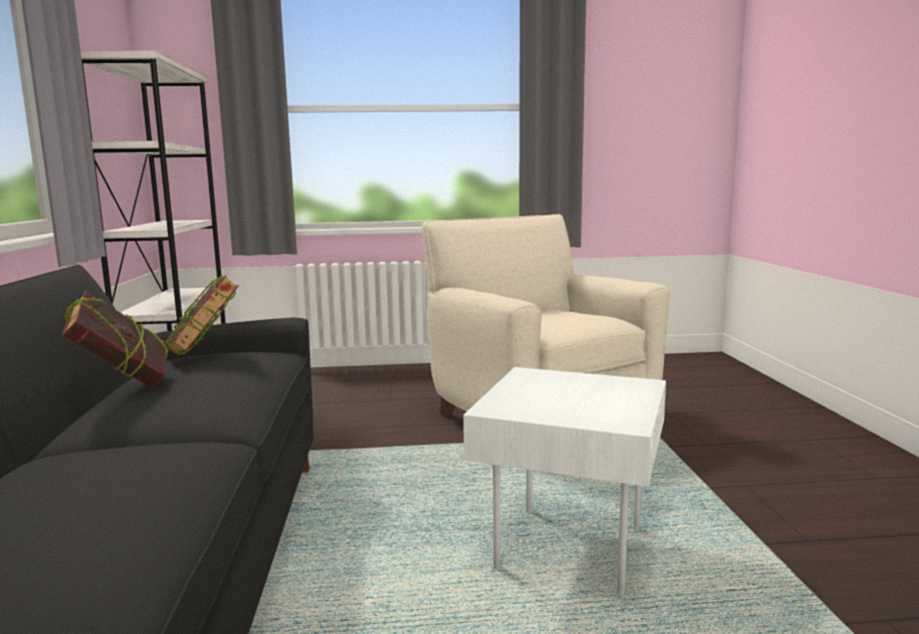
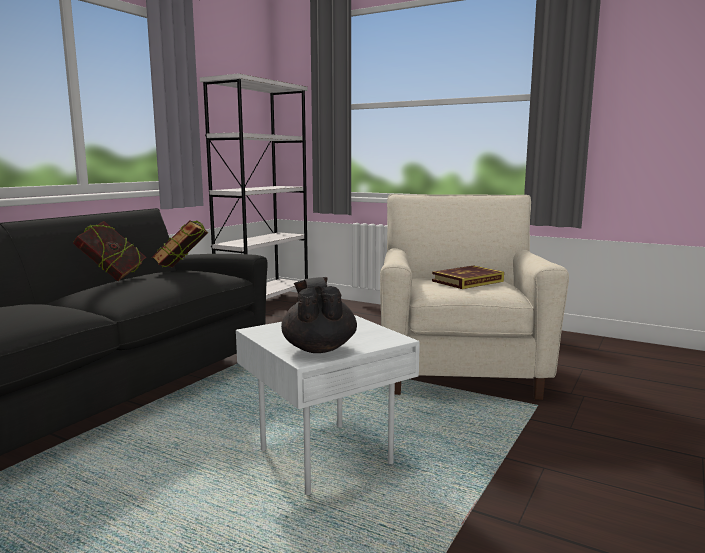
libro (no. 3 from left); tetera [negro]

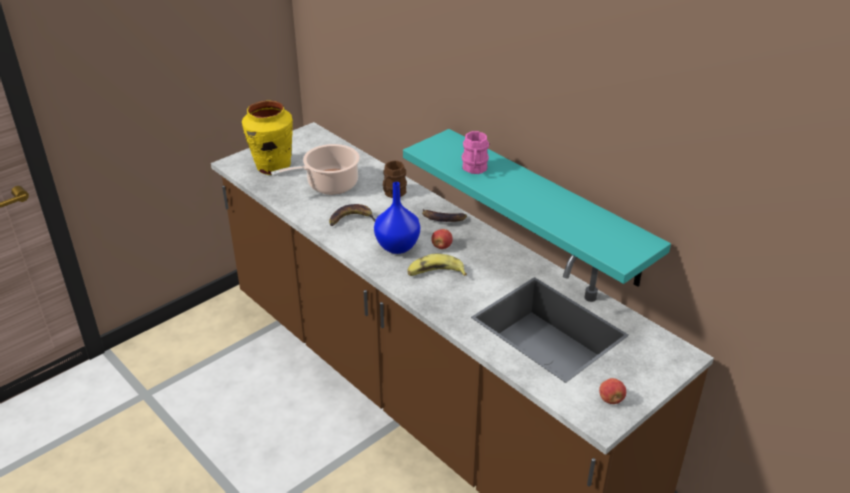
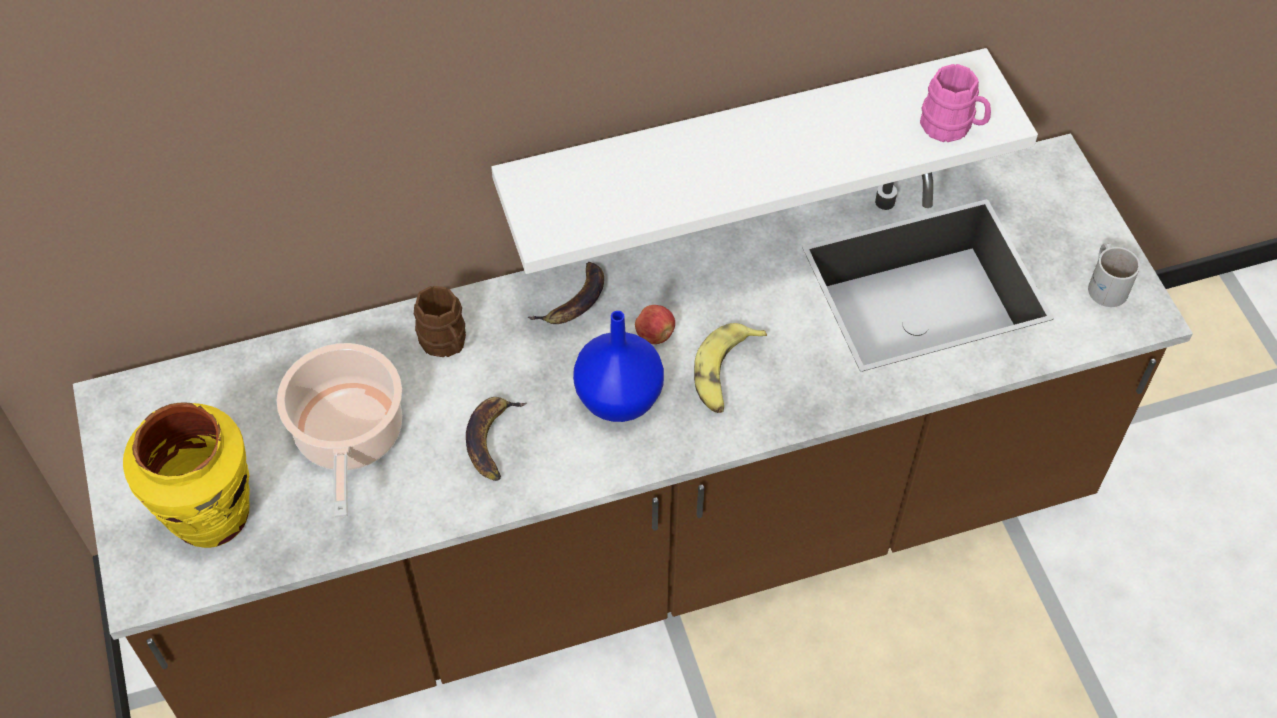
estante [blanco]; taza grande [rosa]; taza grande [blanco]

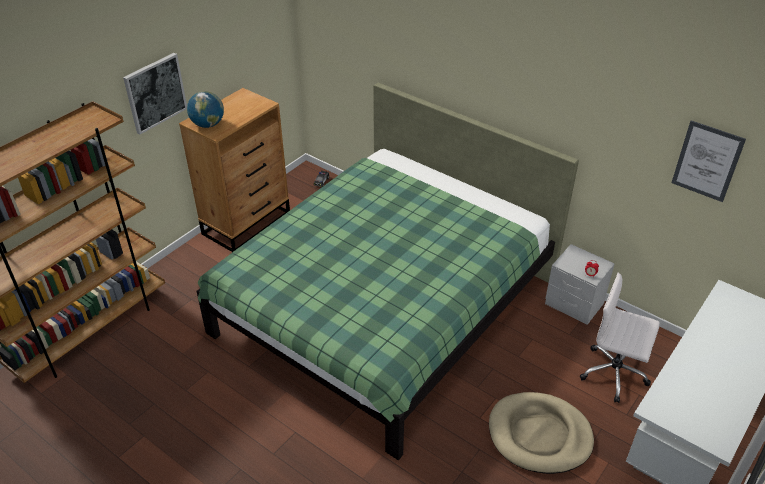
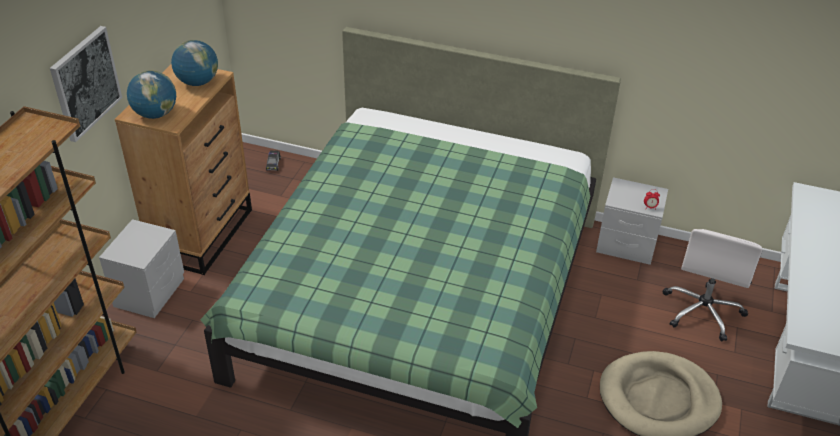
cuadro (no. 2 from left in the first image); silla de oficina [blanco]; globo terráqueo (no. 2 from left); mesita de noche [gris] (no. 1 from left)

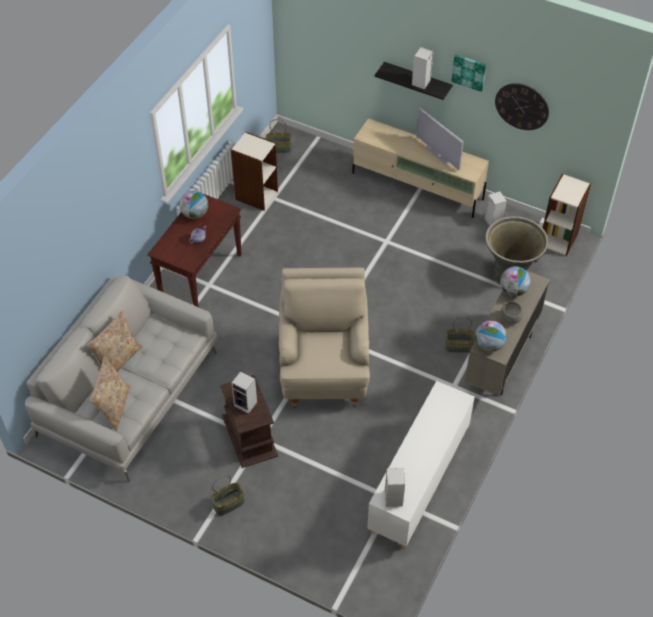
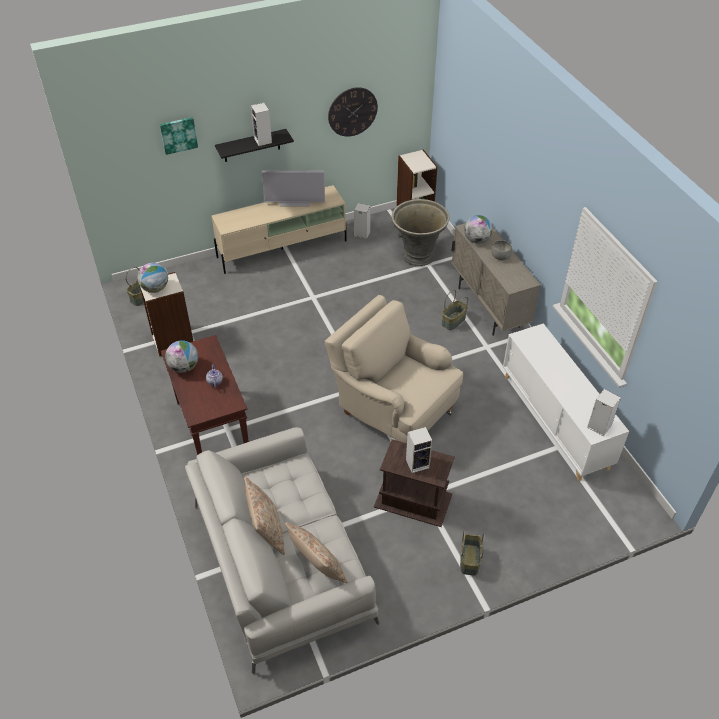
cuadro; globo terráqueo (no. 1 from left)

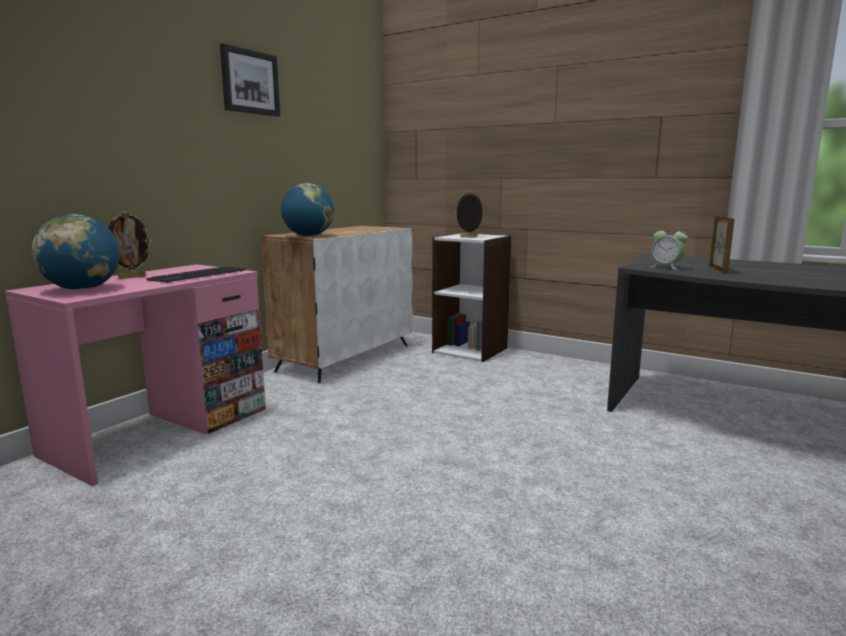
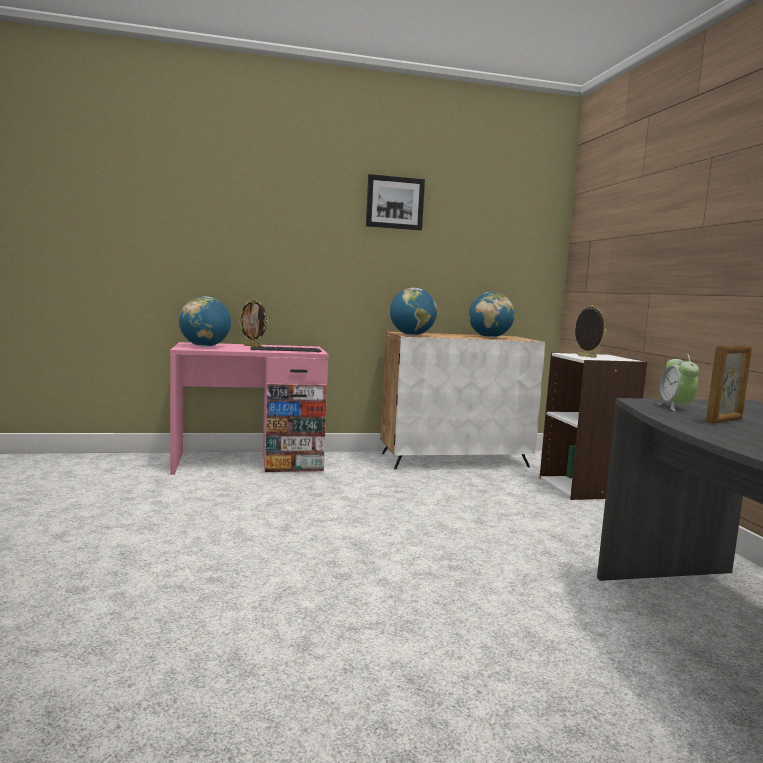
globo terráqueo (no. 3 from left)

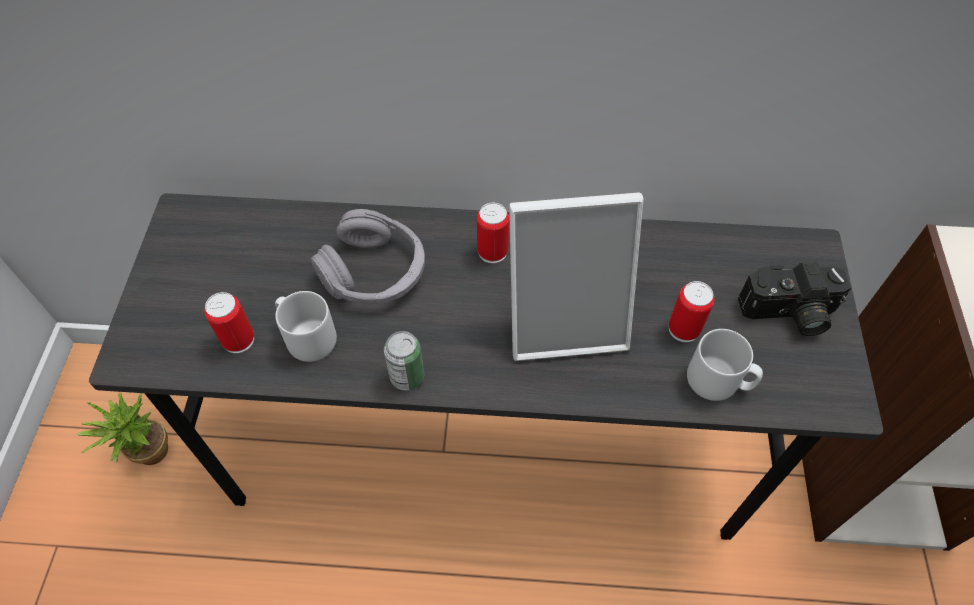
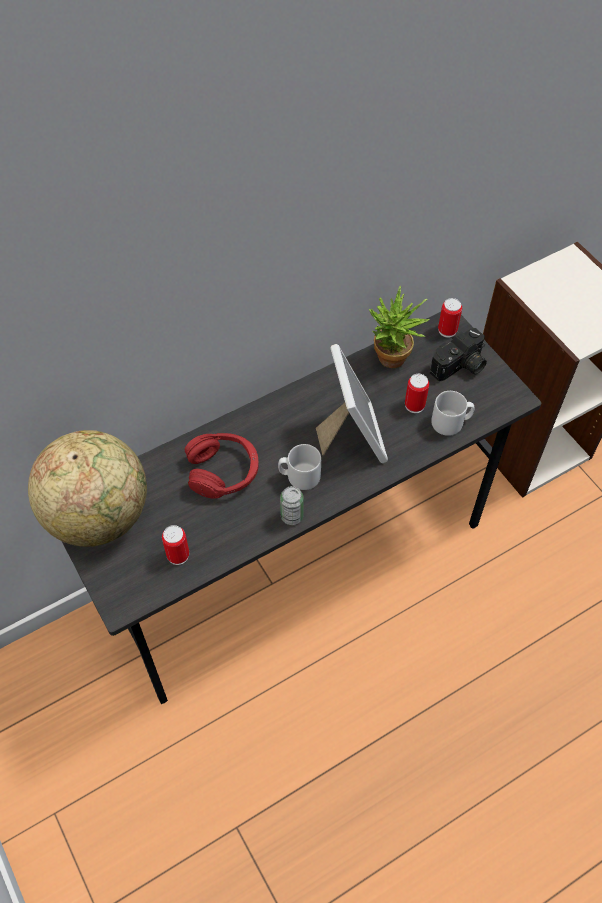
portarretratos; lata (no. 4 from left); auriculares [rojo]; taza grande [gris] (no. 1 from left); planta en maceta; globo terráqueo

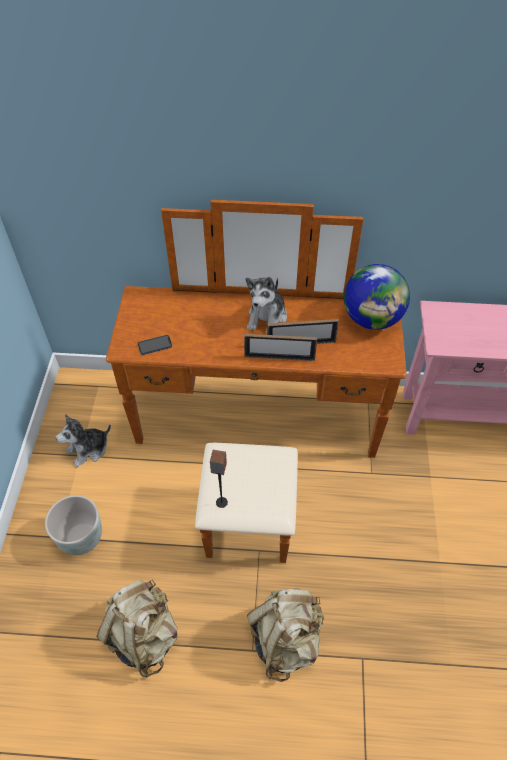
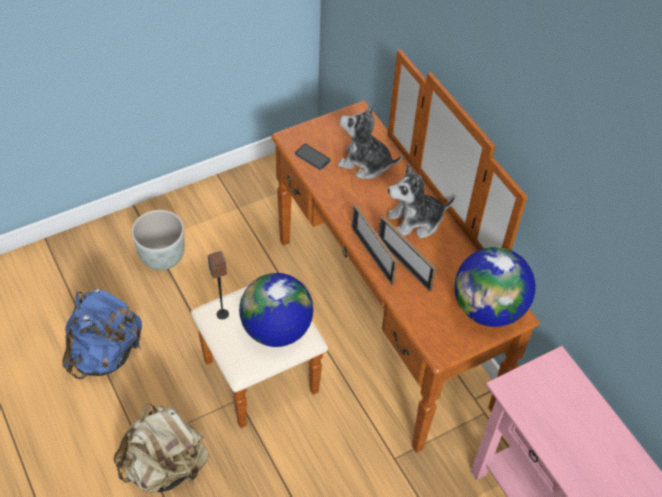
peluche (no. 1 from left); mochila [azul]; globo terráqueo (no. 1 from left)

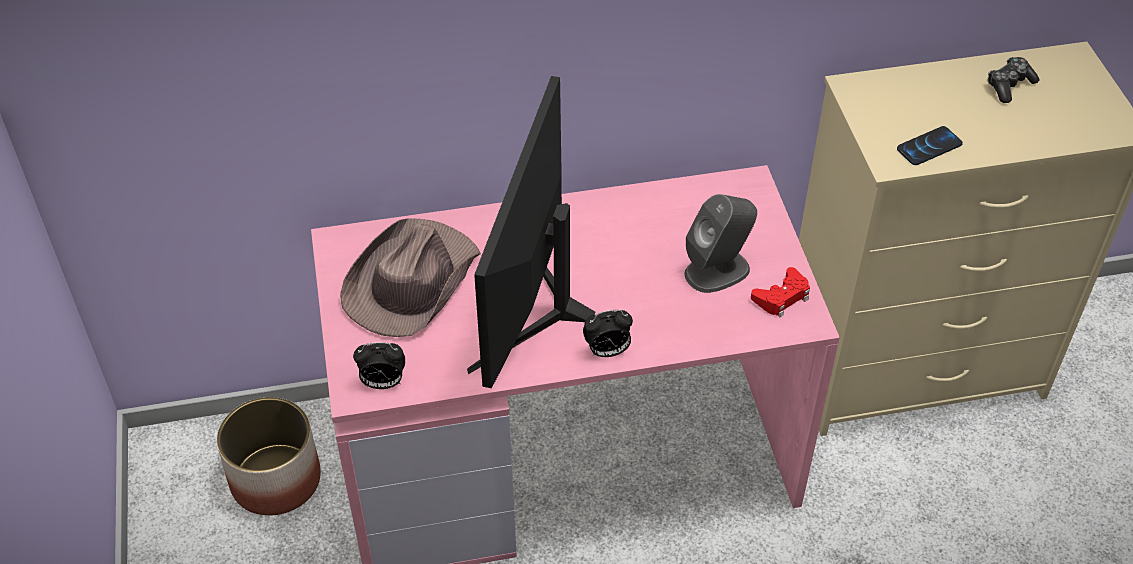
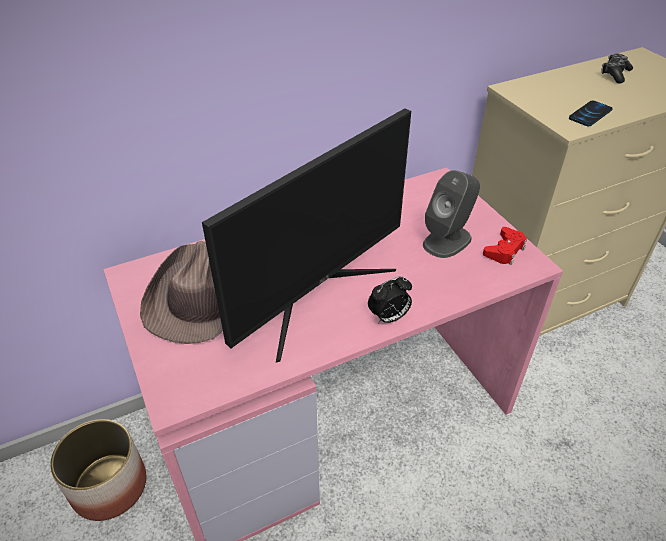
monitor; despertador (no. 1 from left in the first image)

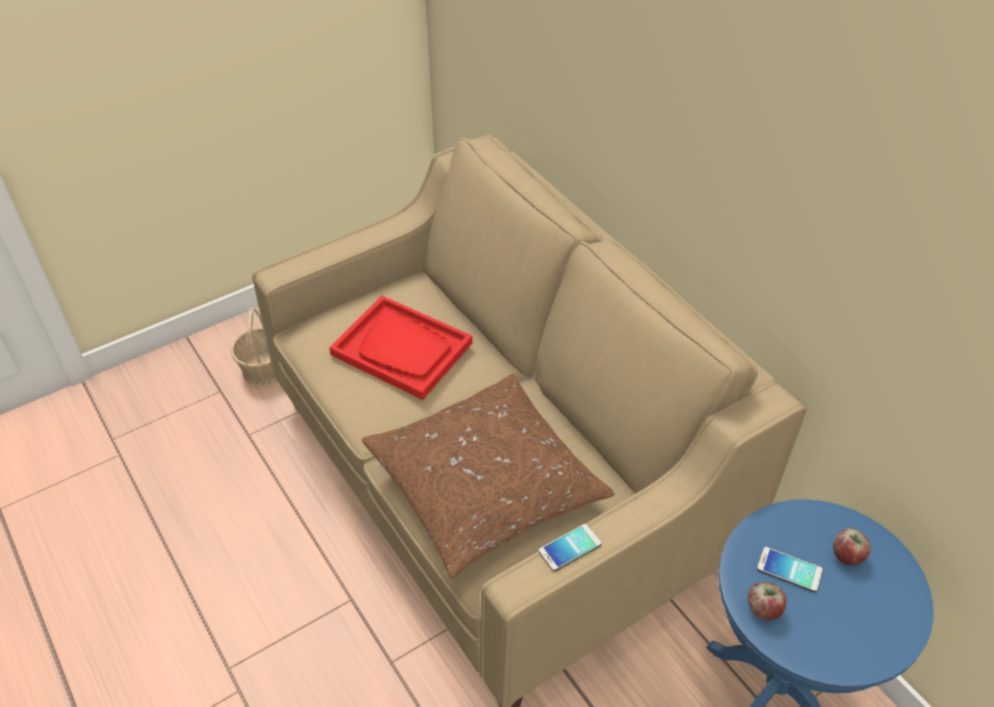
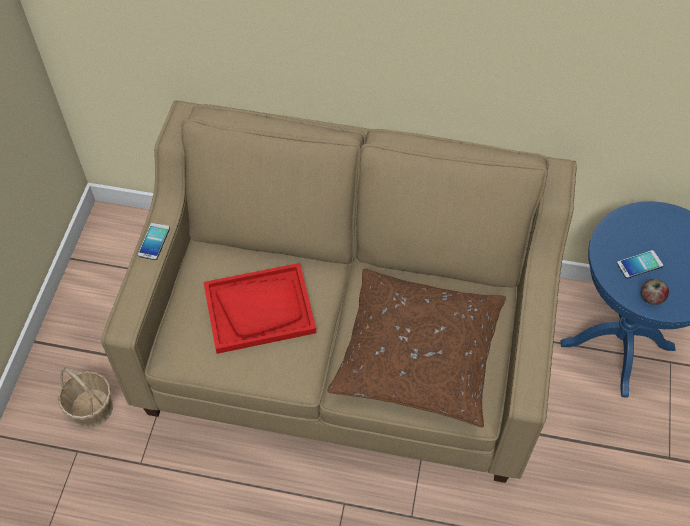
móvil (no. 1 from left); manzana (no. 2 from left in the first image)

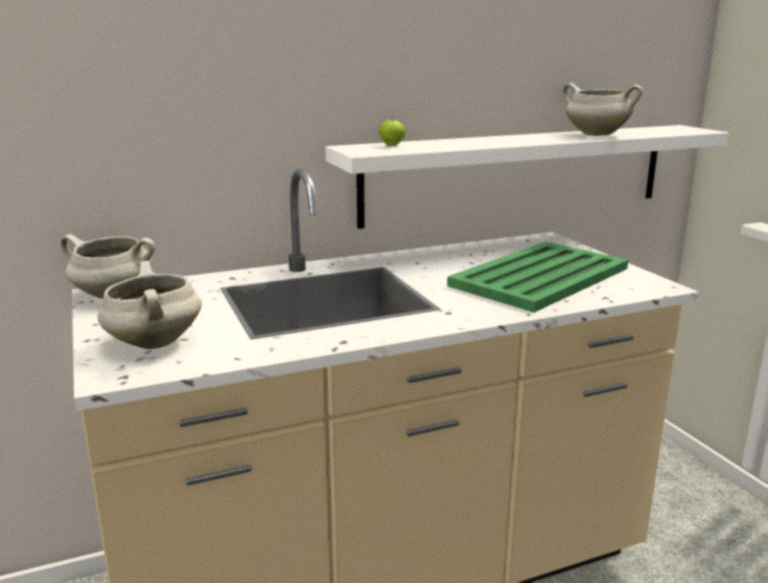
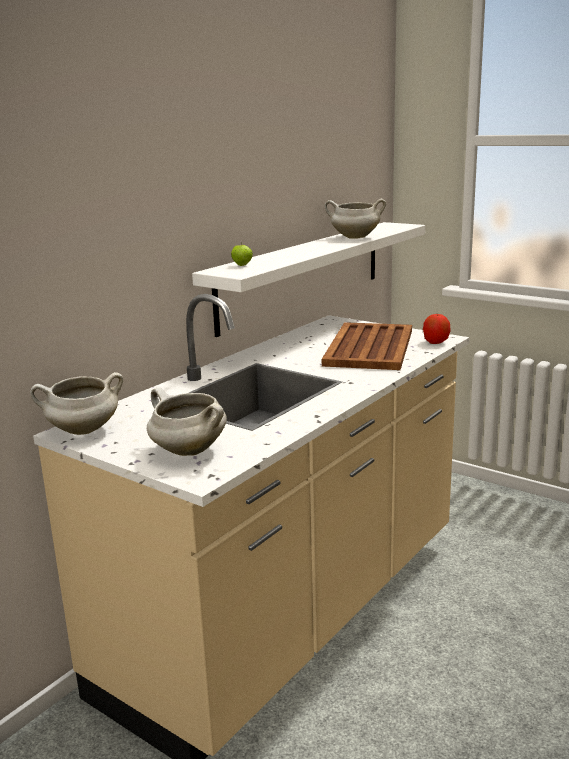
bandeja [marrón]; manzana (no. 2 from left)

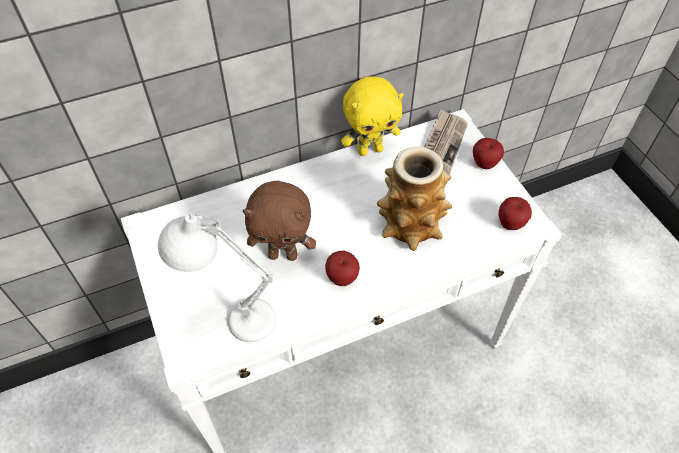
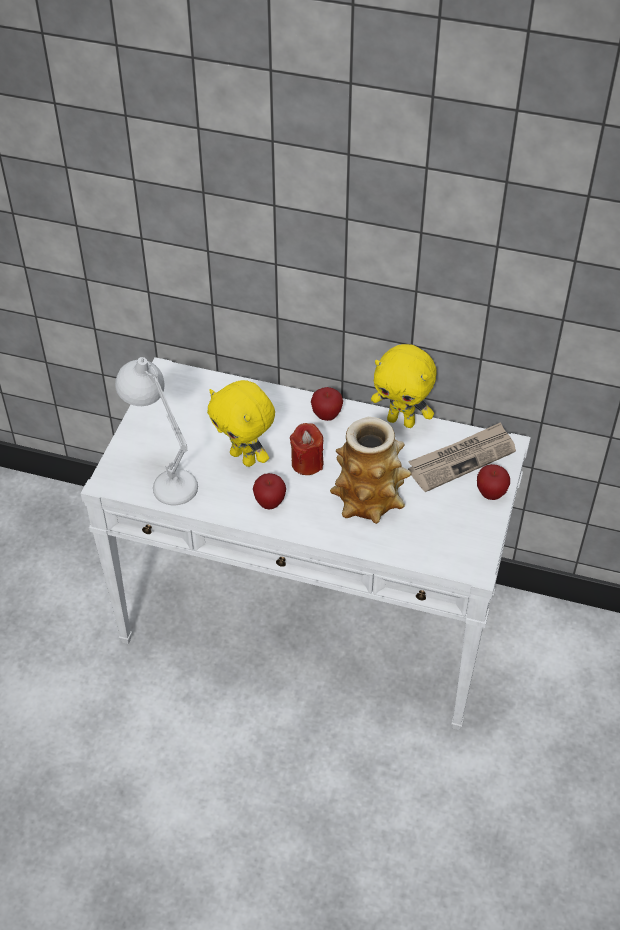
peluche [amarillo] (no. 1 from left); manzana (no. 2 from left); vela [rojo]

